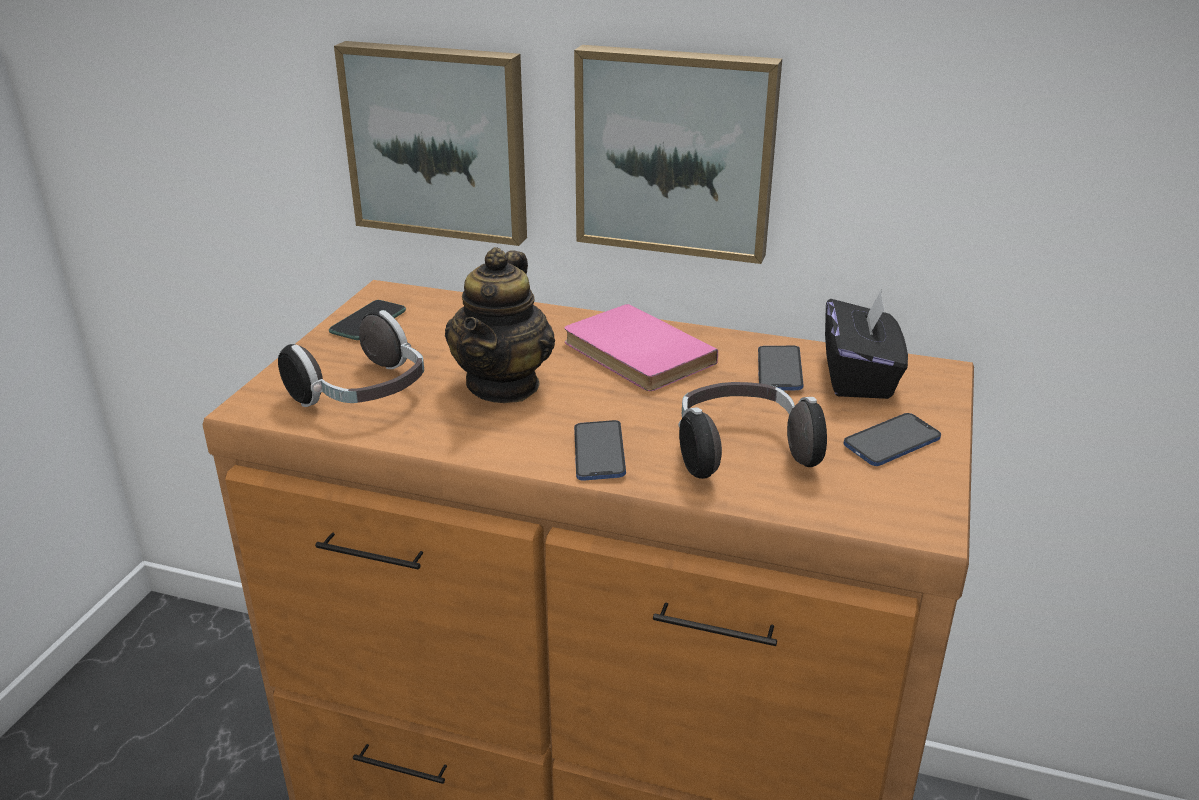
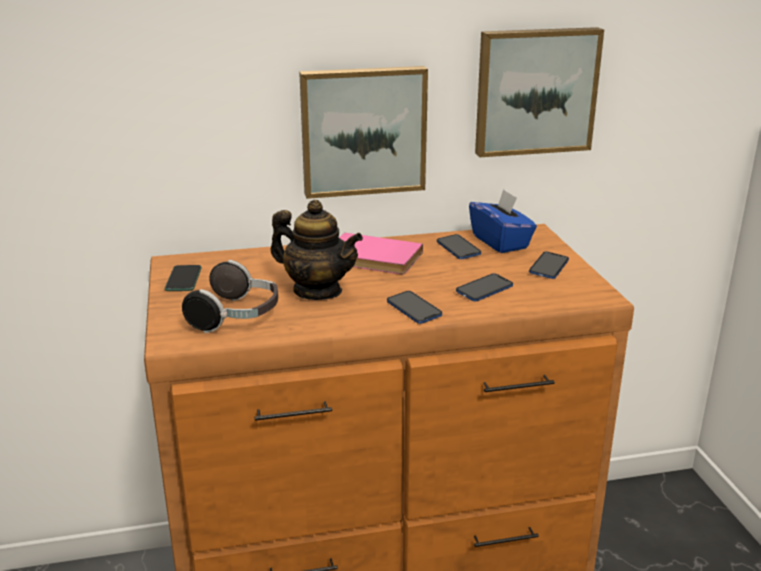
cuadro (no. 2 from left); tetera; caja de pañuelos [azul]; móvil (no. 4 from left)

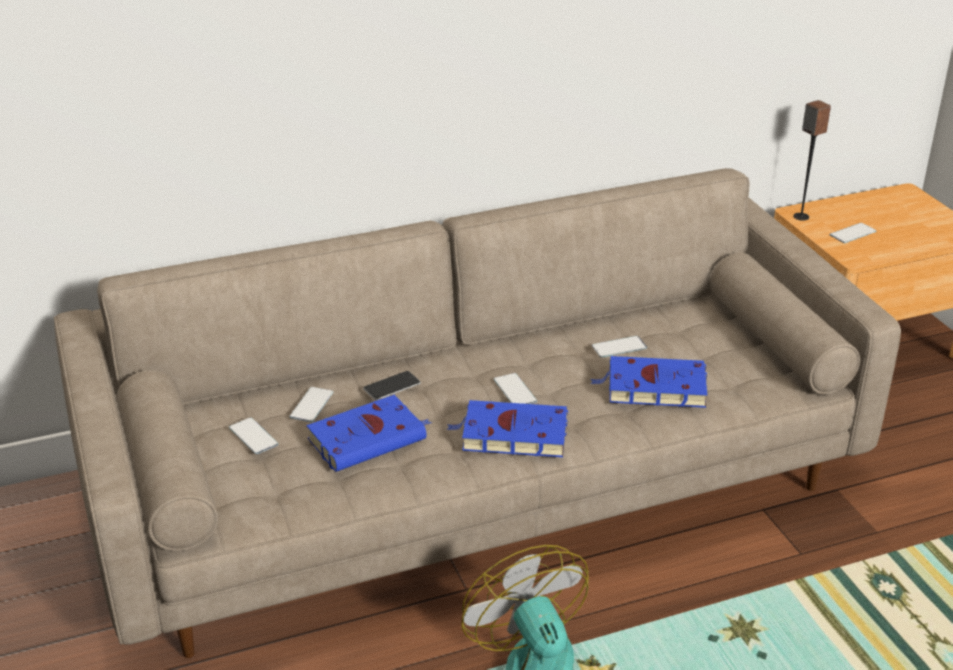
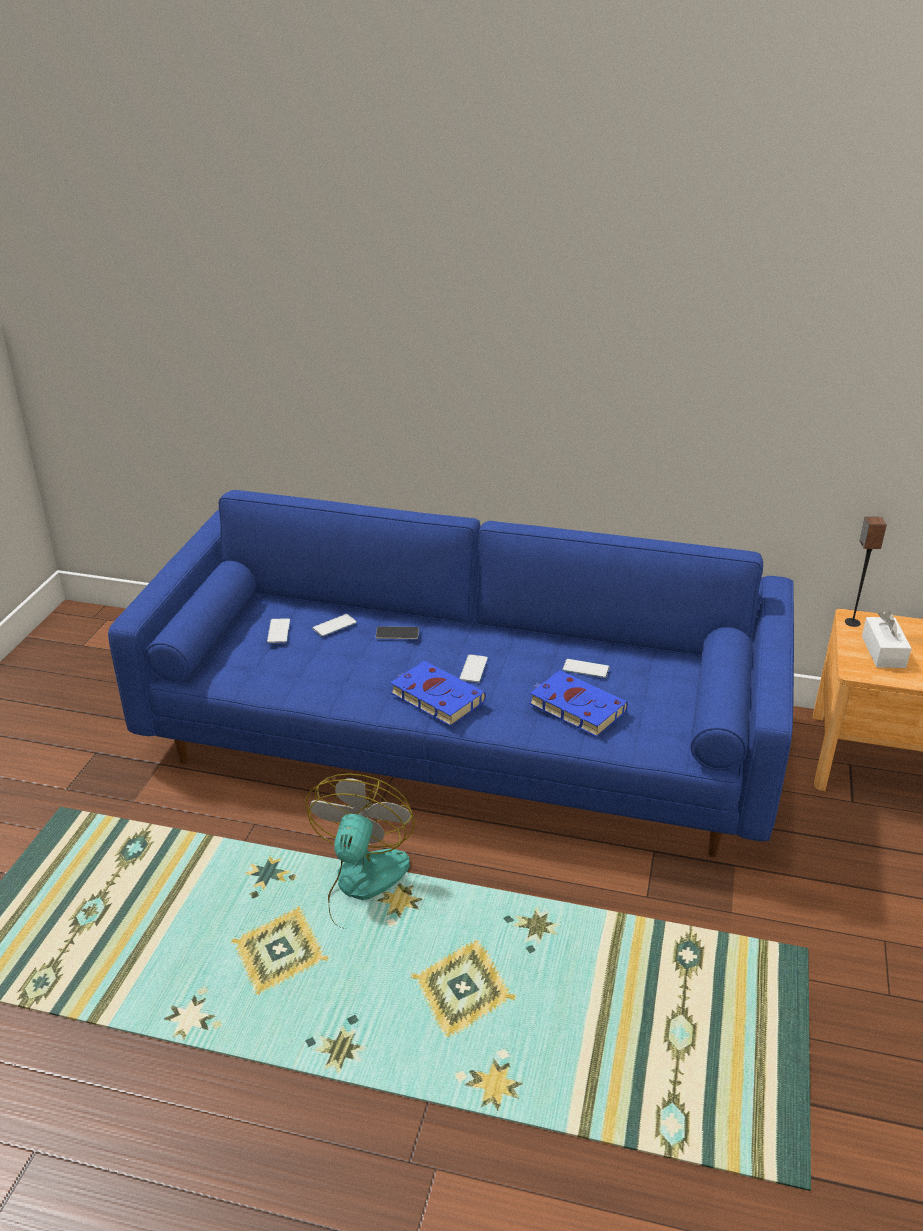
sofá [azul]; caja de pañuelos [blanco]; libro [azul] (no. 1 from left in the first image)

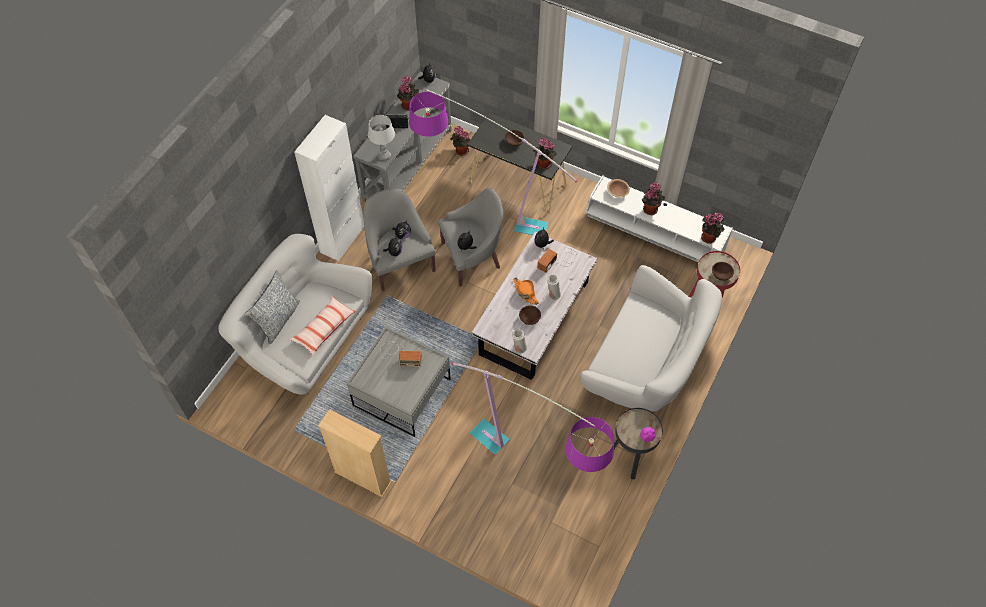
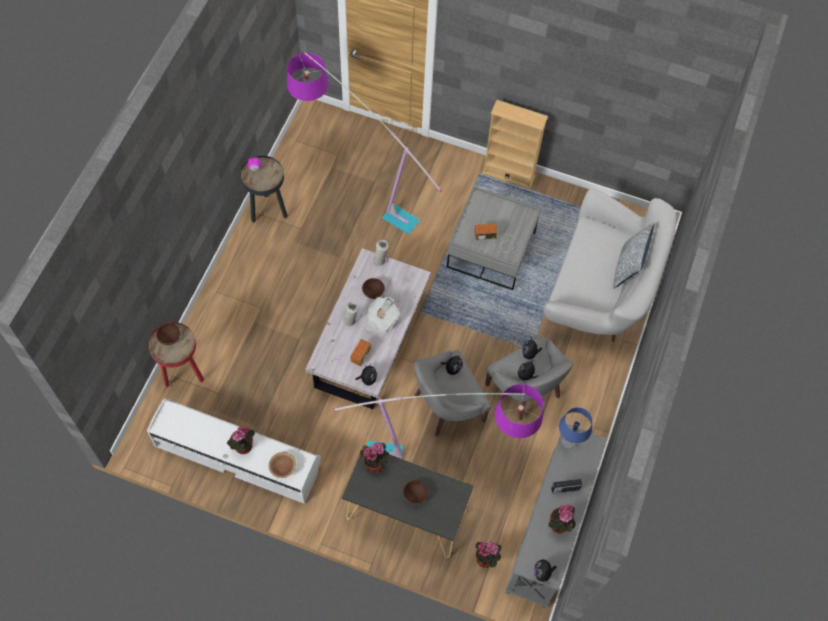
armario [blanco]; lámpara de mesa [azul]; planta en maceta (no. 5 from left in the first image); sofá [blanco] (no. 2 from left in the first image); periódico; cojín (no. 2 from left in the first image)

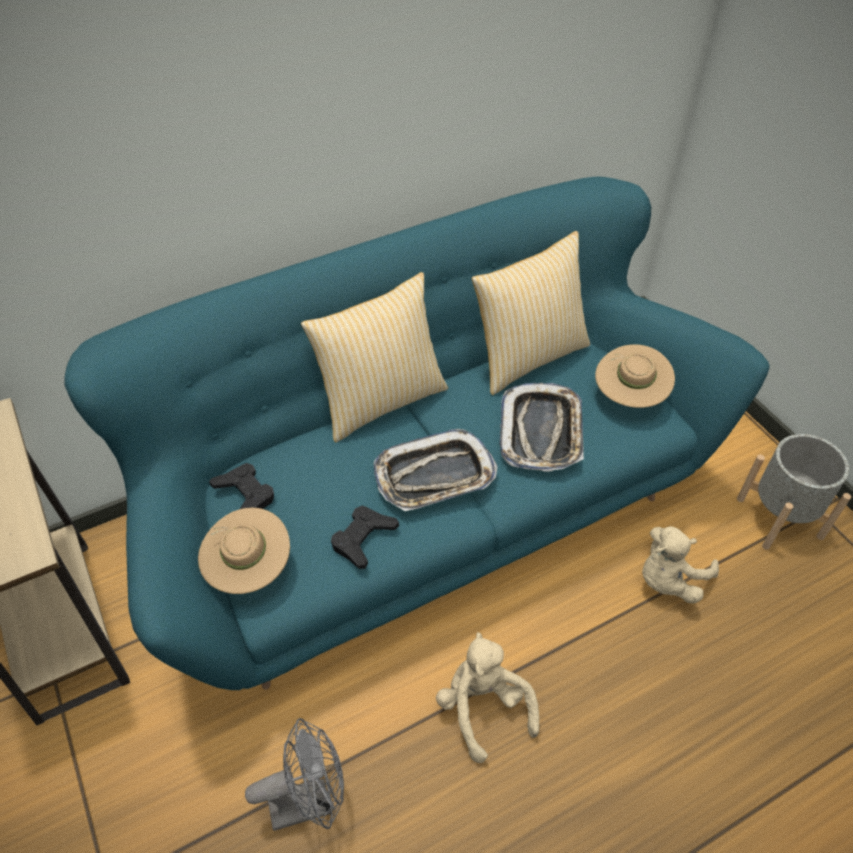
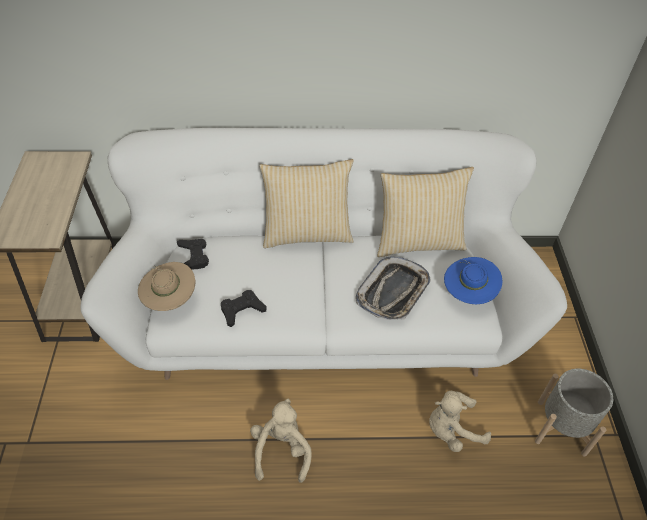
sofá [blanco]; sombrero [azul]; bandeja (no. 1 from left in the first image); ventilador [gris]

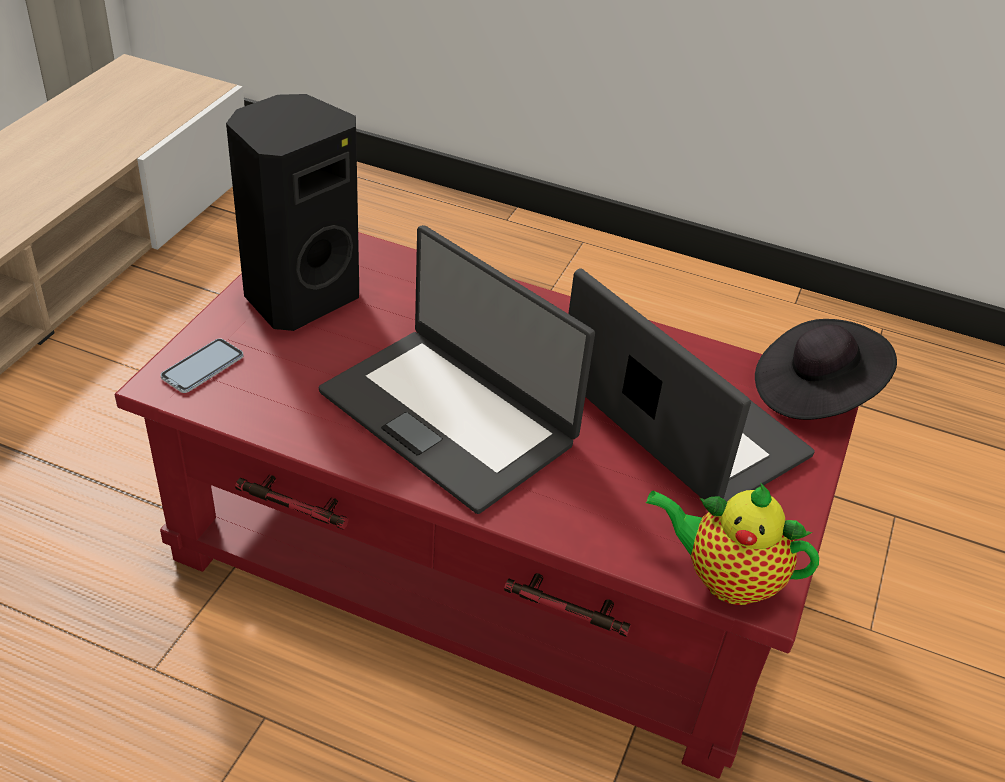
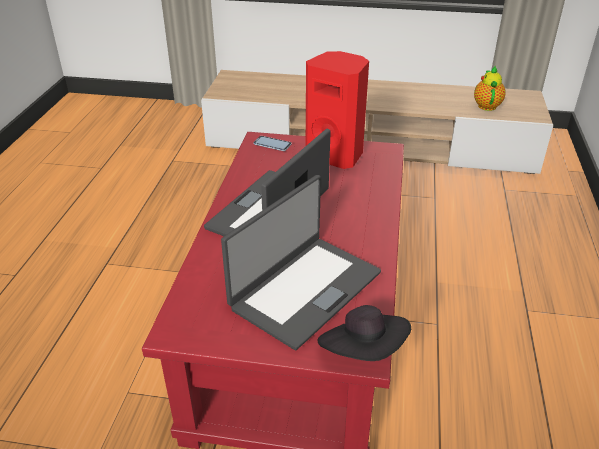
altavoz [rojo]; tetera

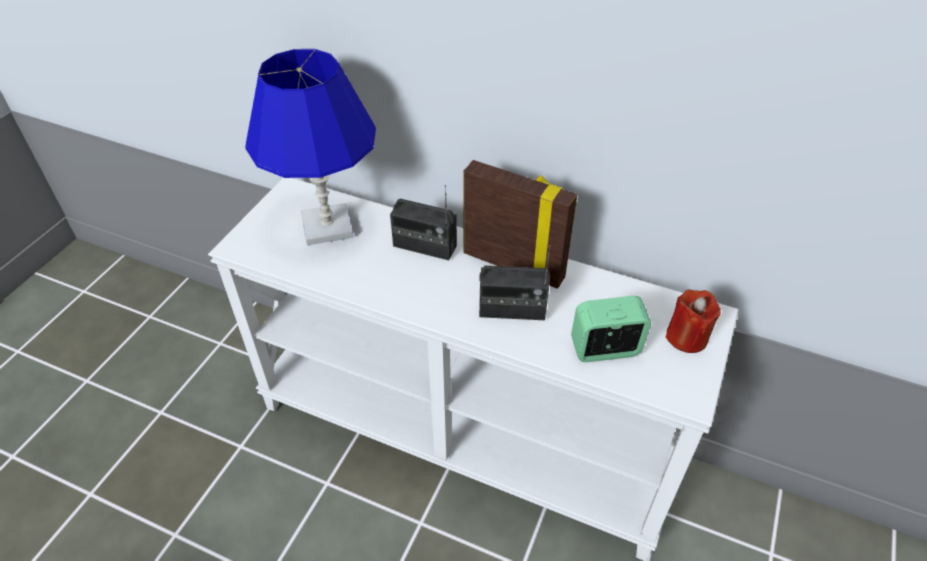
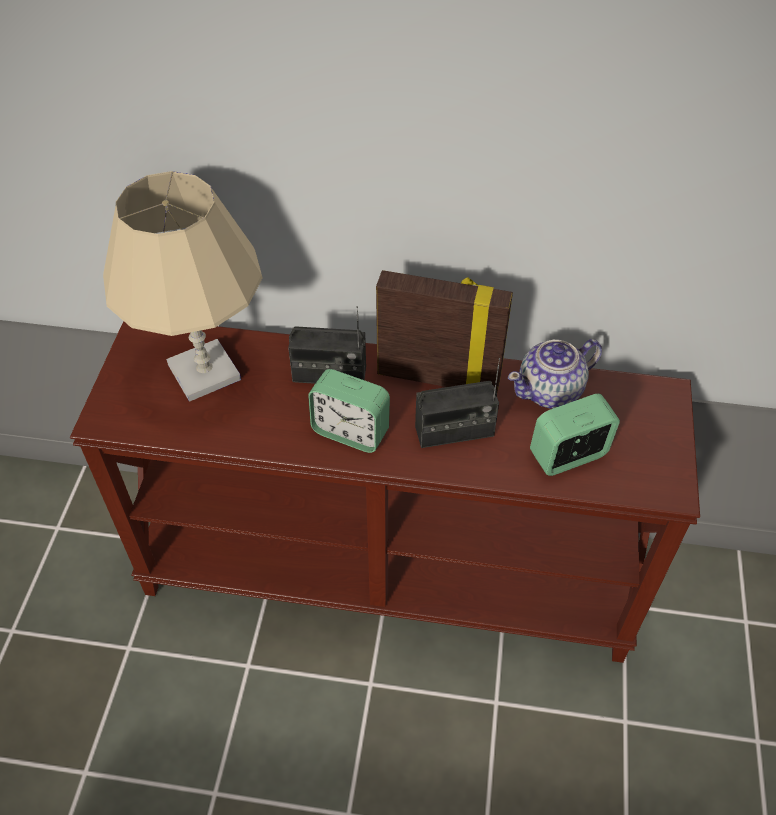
lámpara de mesa [beis]; mesa consola [marrón]; vela [rojo]; tetera; despertador (no. 1 from left)

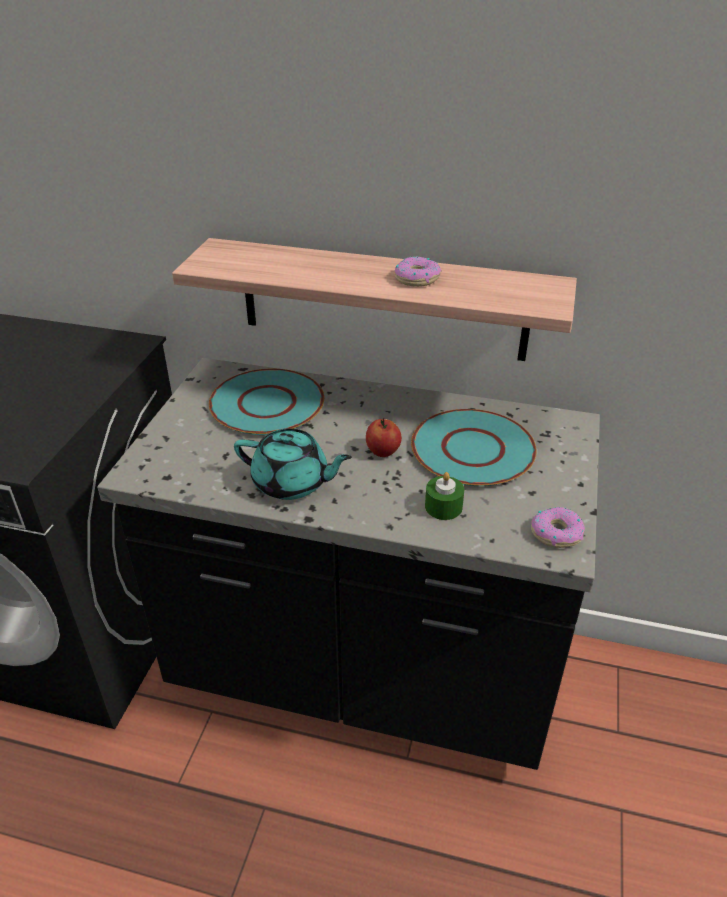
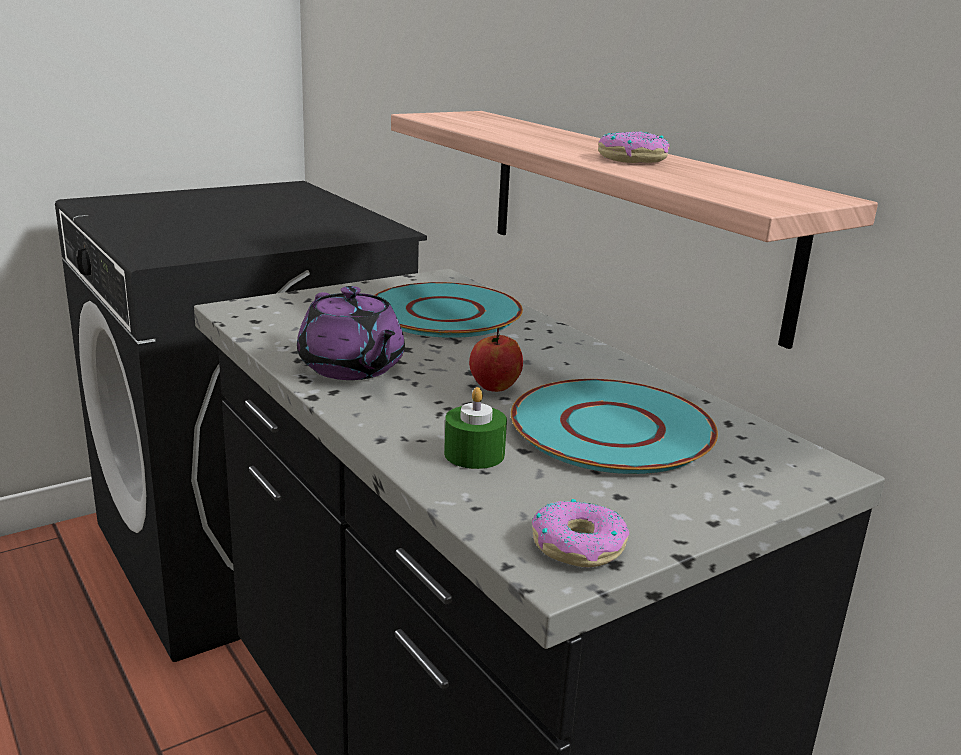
tetera [morado]

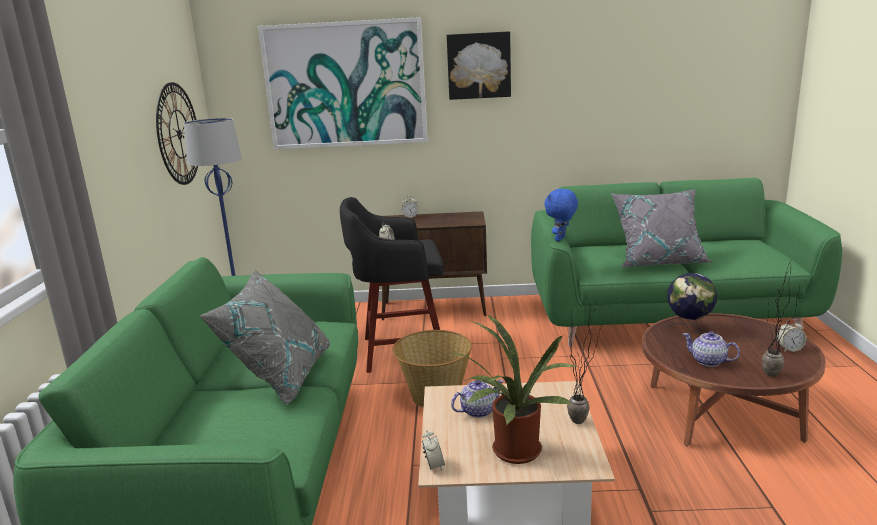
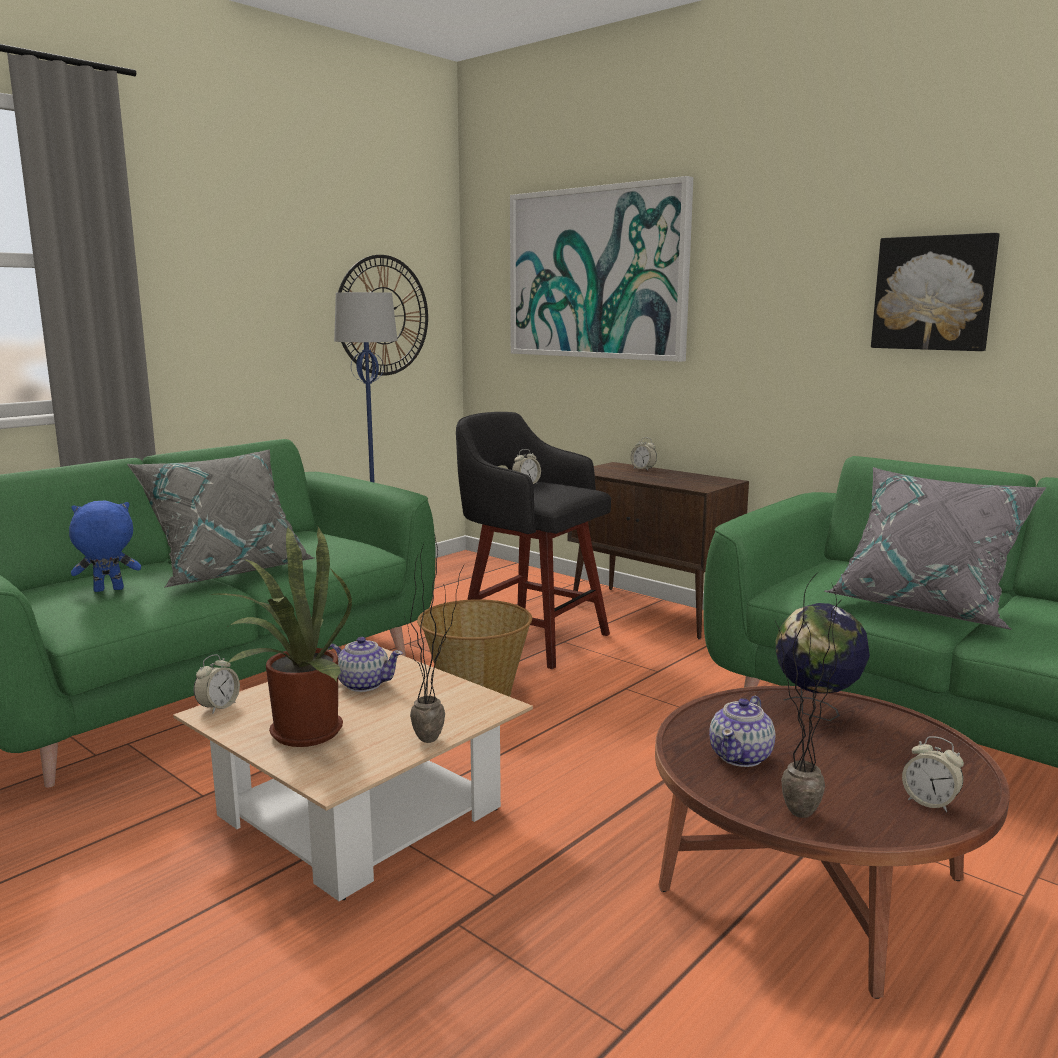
cuadro (no. 2 from left); peluche [azul]; tetera (no. 2 from left)

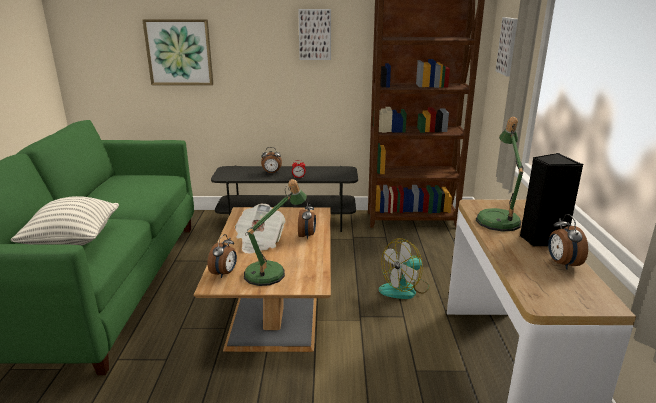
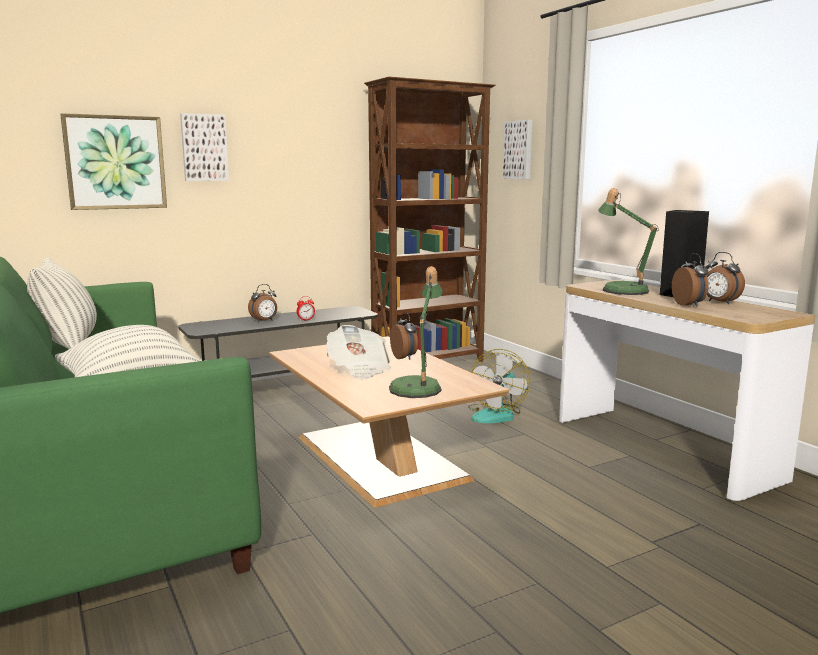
cuadro (no. 2 from left); despertador (no. 4 from left); cojín (no. 1 from left)

